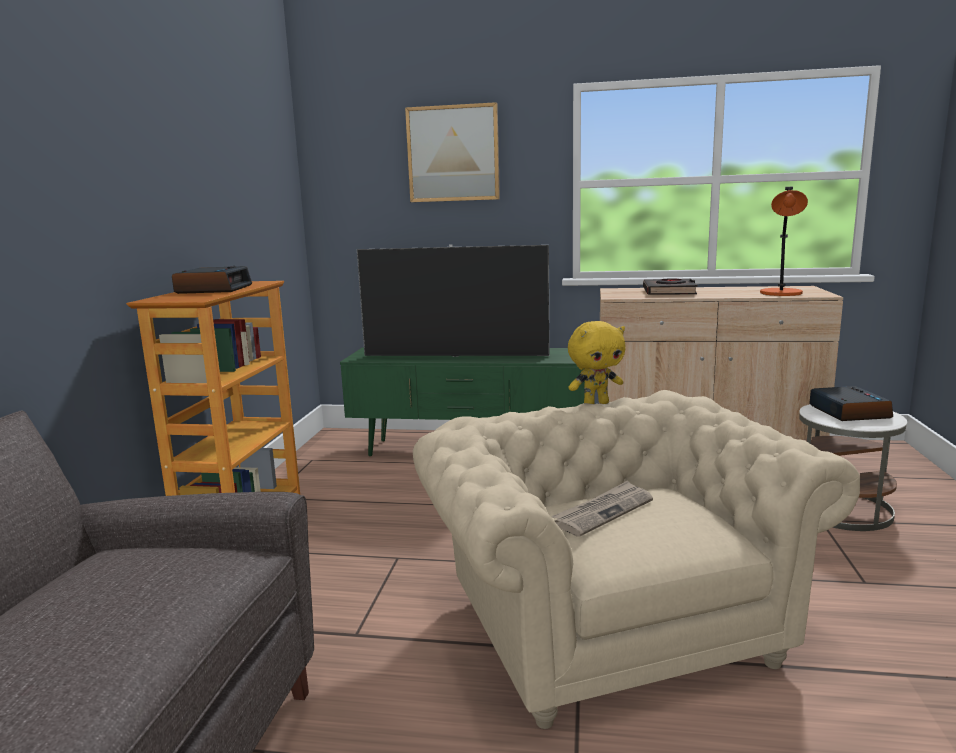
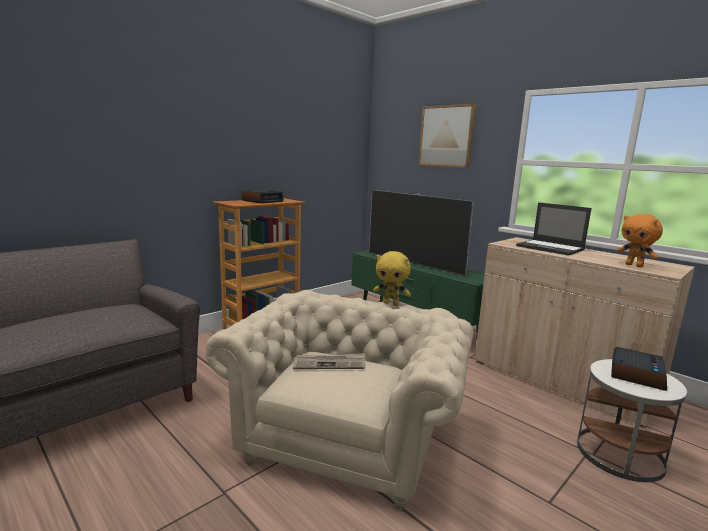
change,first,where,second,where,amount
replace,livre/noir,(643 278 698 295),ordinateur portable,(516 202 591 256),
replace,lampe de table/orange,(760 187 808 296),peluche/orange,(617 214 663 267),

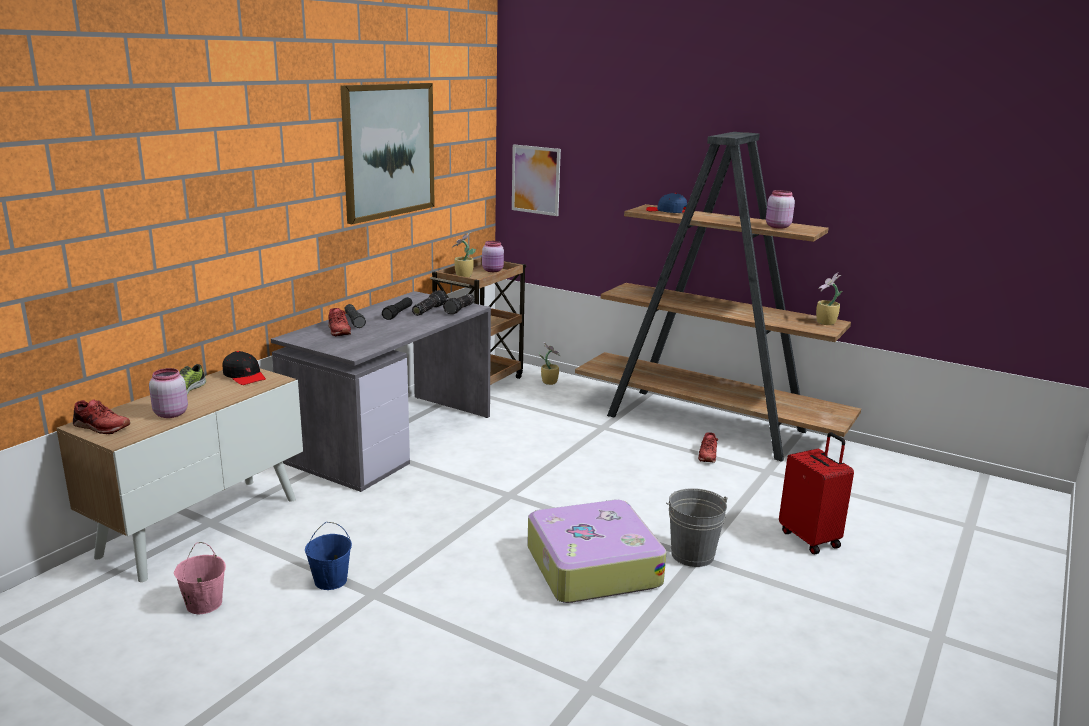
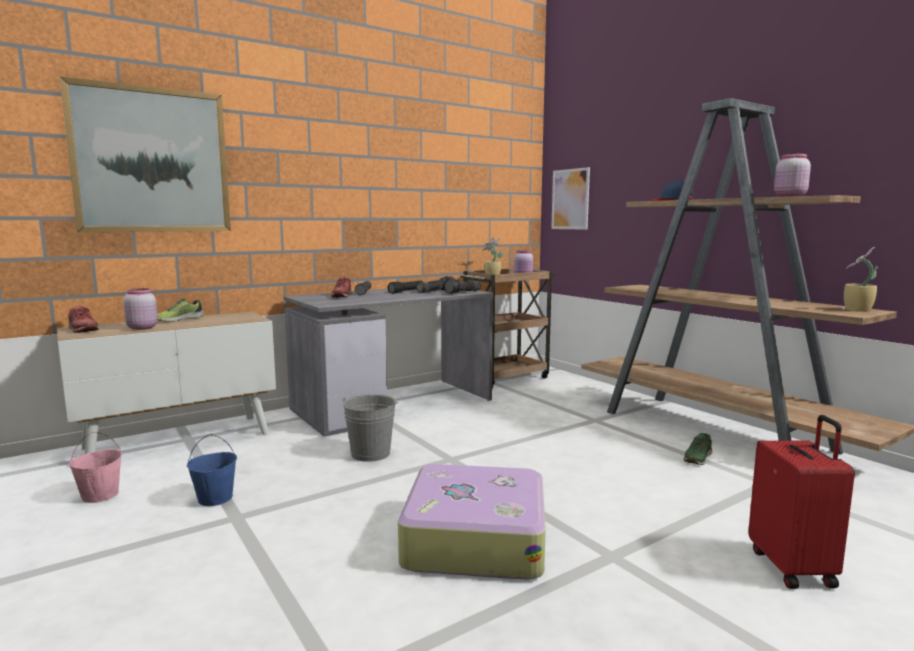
change,first,where,second,where,amount
delete,casquette/noir,(223 351 266 385),,,
delete,plante en pot,(539 342 561 385),,,
move,tableau,(340 83 435 224),,(60 76 231 232),
move,seau/gris,(666 488 728 567),,(343 394 399 462),
recolor,chaussure/rouge,(698 433 718 463),chaussure/vert,(684 433 712 465),

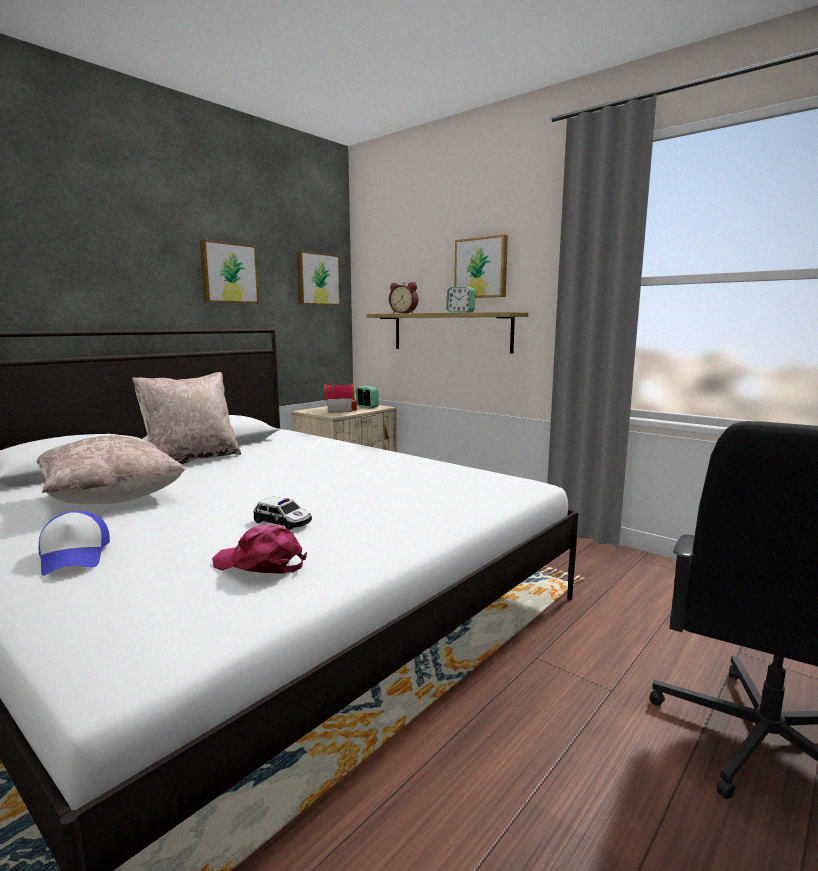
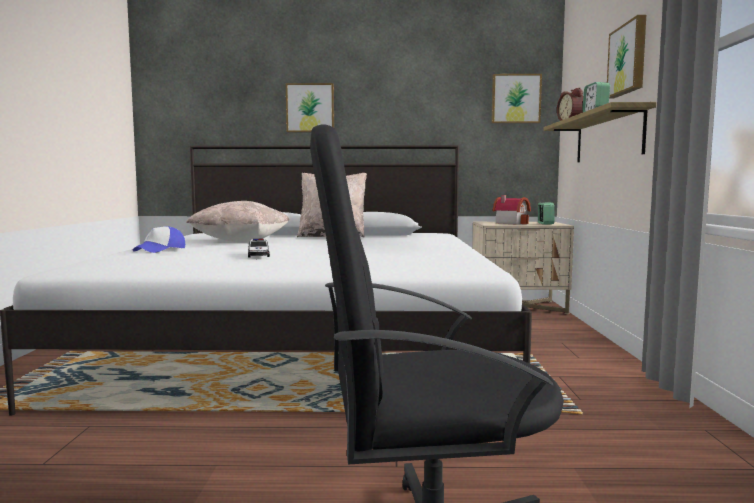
change,first,where,second,where,amount
delete,casquette/rose,(212 525 307 574),,,
move,tableau,(200 239 259 303),,(286 83 334 132),

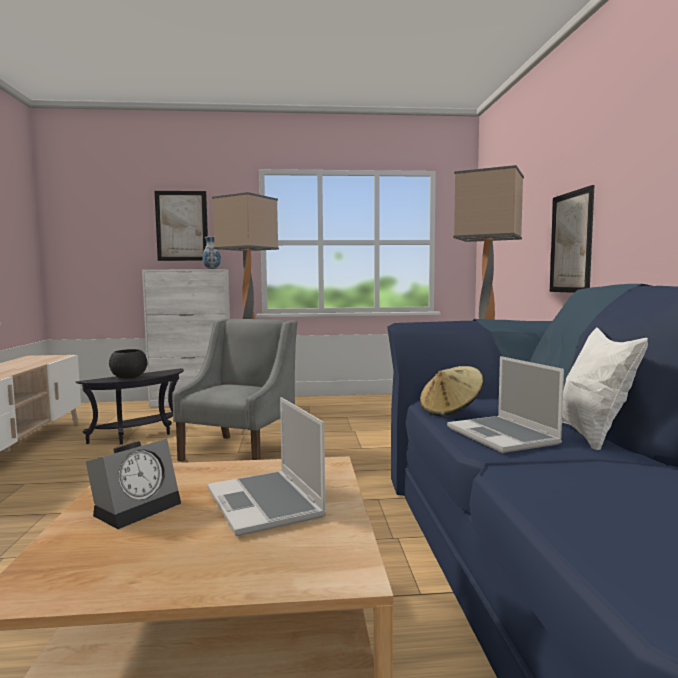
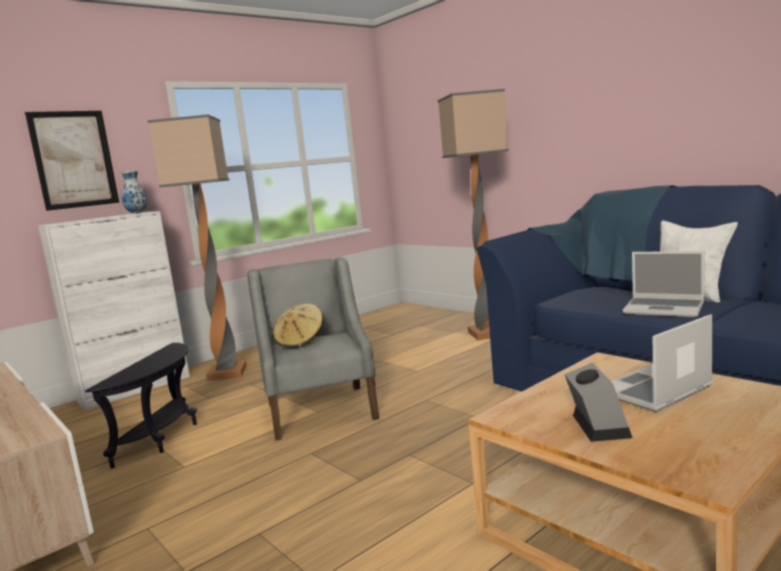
change,first,where,second,where,amount
delete,bol/noir,(109 349 147 379),,,
delete,tableau,(550 185 594 293),,,
move,chapeau/beige,(420 366 484 416),,(273 304 323 348),
rotate,ordinateur portable,(207 397 326 536),,(611 314 713 412),120 degrees clockwise

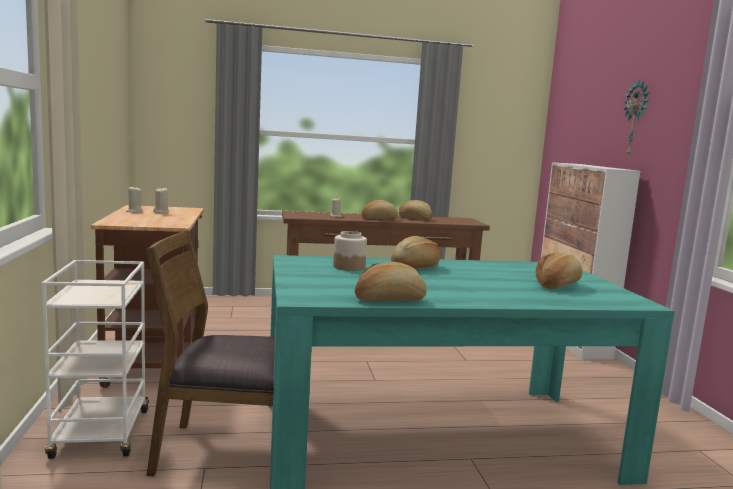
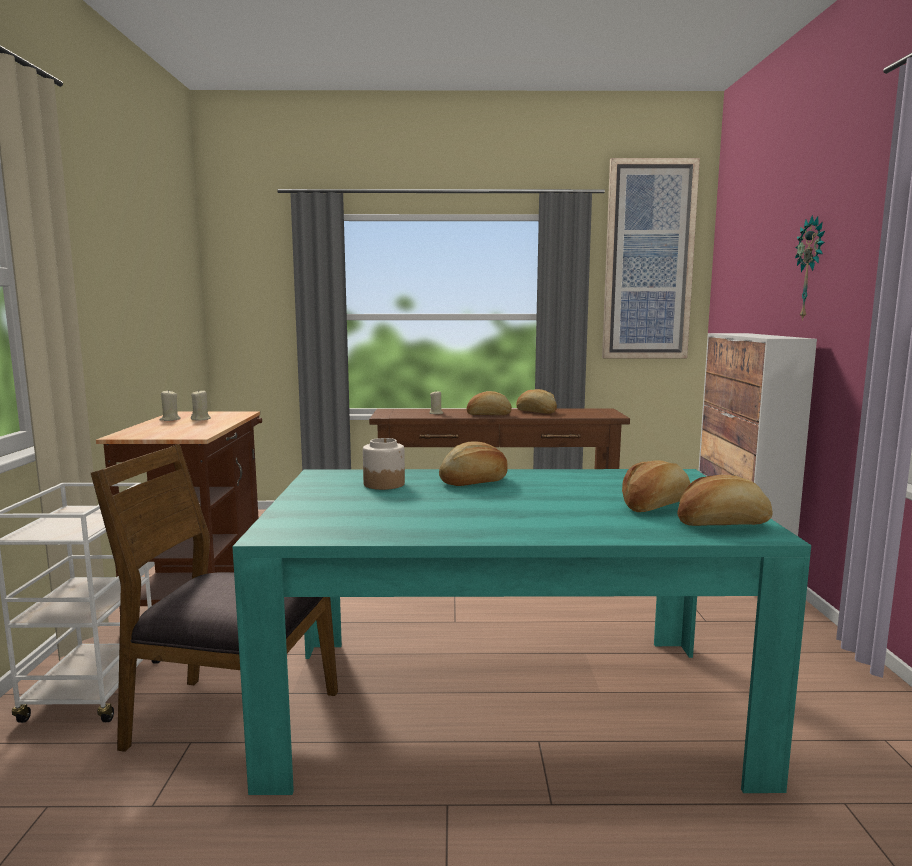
change,first,where,second,where,amount
insert,,,tableau,(602 158 700 358),
move,pain,(355 262 426 301),,(677 475 773 526),

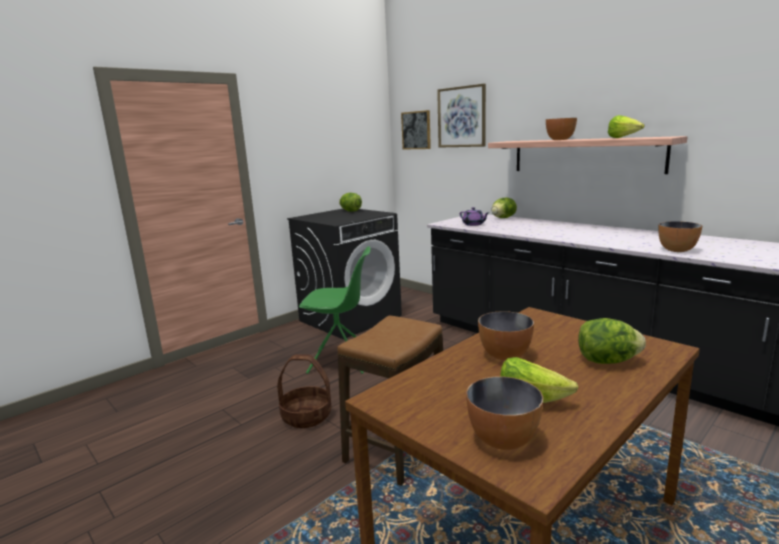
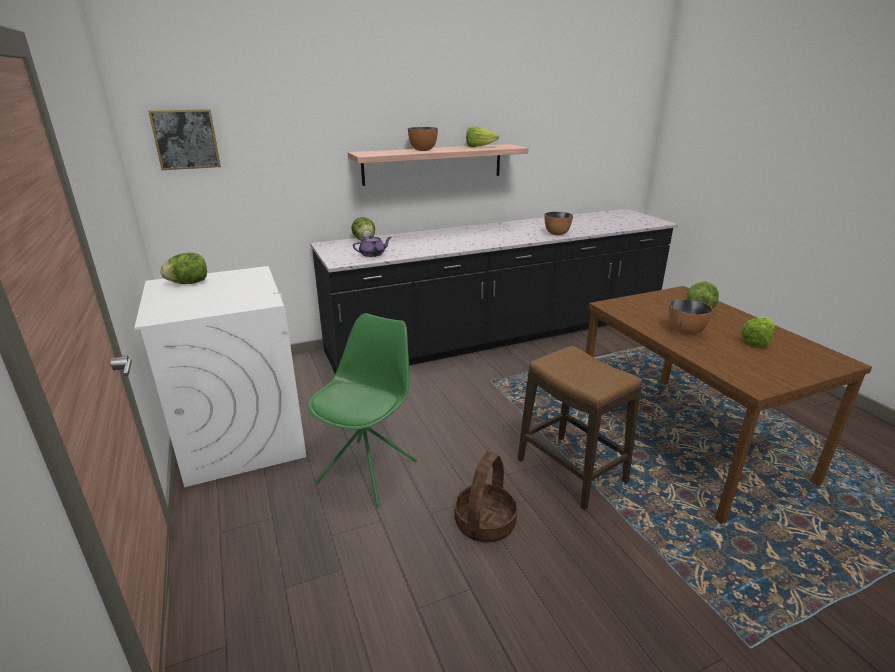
change,first,where,second,where,amount
delete,tableau,(437 84 486 148),,,
delete,bol,(466 377 543 450),,,
recolor,lave-linge/noir,(287 209 402 339),lave-linge/blanc,(134 266 306 487),

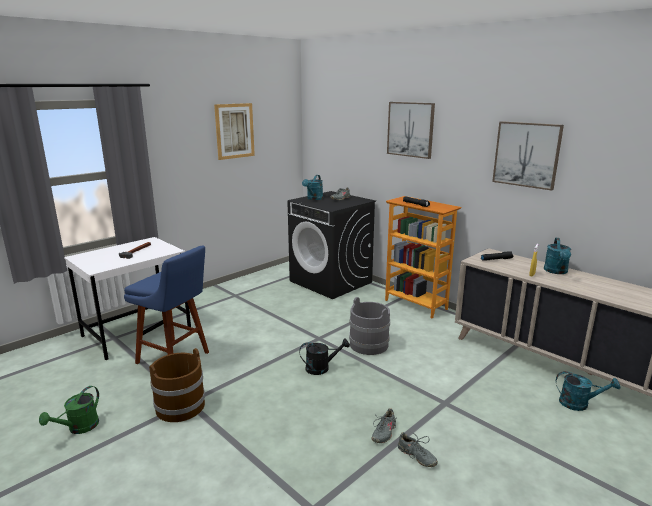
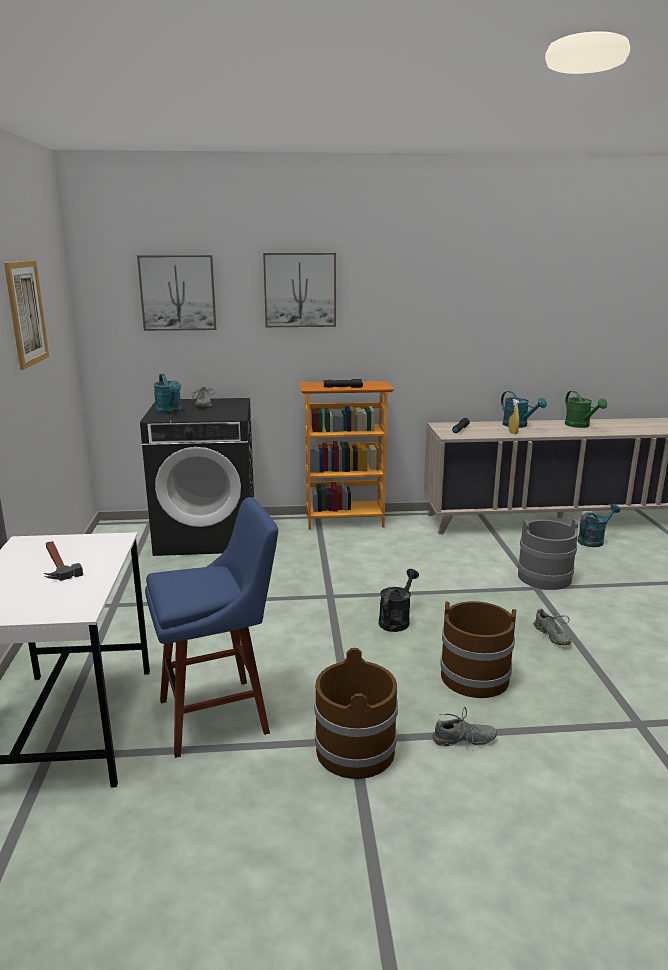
change,first,where,second,where,amount
insert,,,seau/marron,(440 601 516 698),
move,arrosoir/vert,(39 386 99 434),,(565 391 607 428),
move,seau/gris,(349 297 390 355),,(518 519 578 590),
move,chaussure/gris,(398 431 438 467),,(432 707 497 746),
move,tableau,(492 121 564 191),,(137 255 216 331),

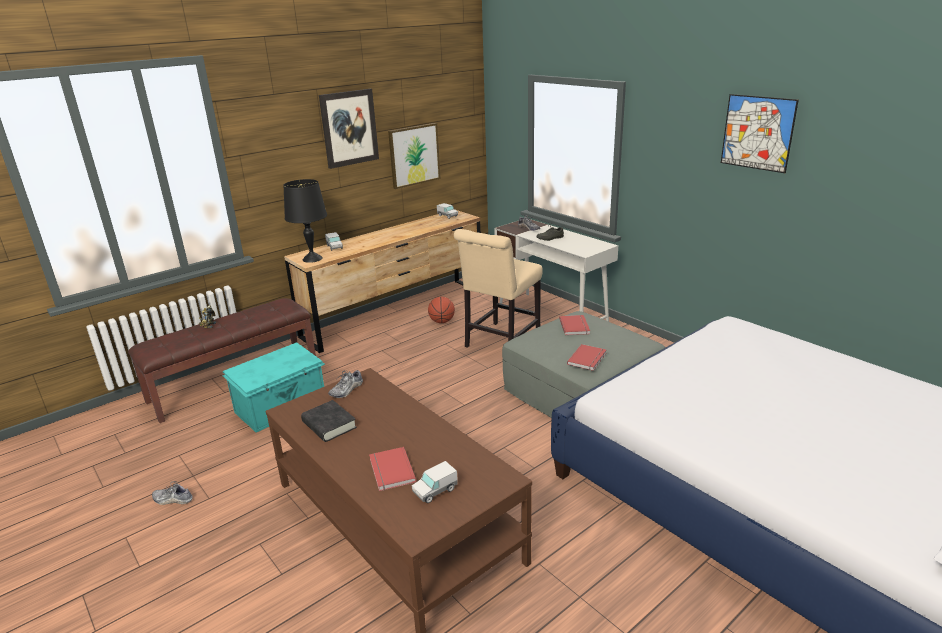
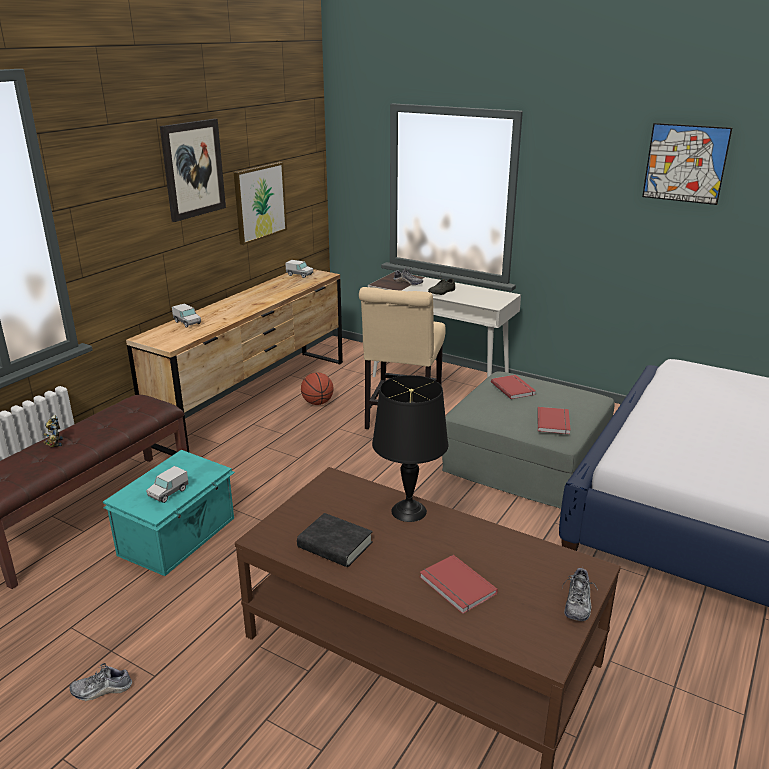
change,first,where,second,where,amount
move,lampe de table/noir,(283 179 327 263),,(372 375 448 522),
move,chaussure,(328 369 363 398),,(562 565 598 621),
move,camion jouet,(412 461 458 503),,(146 466 188 503),

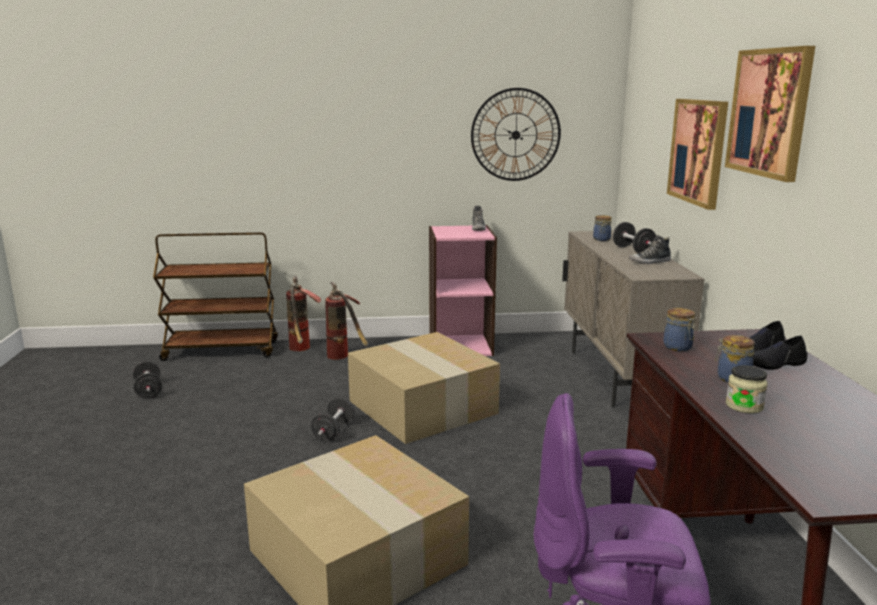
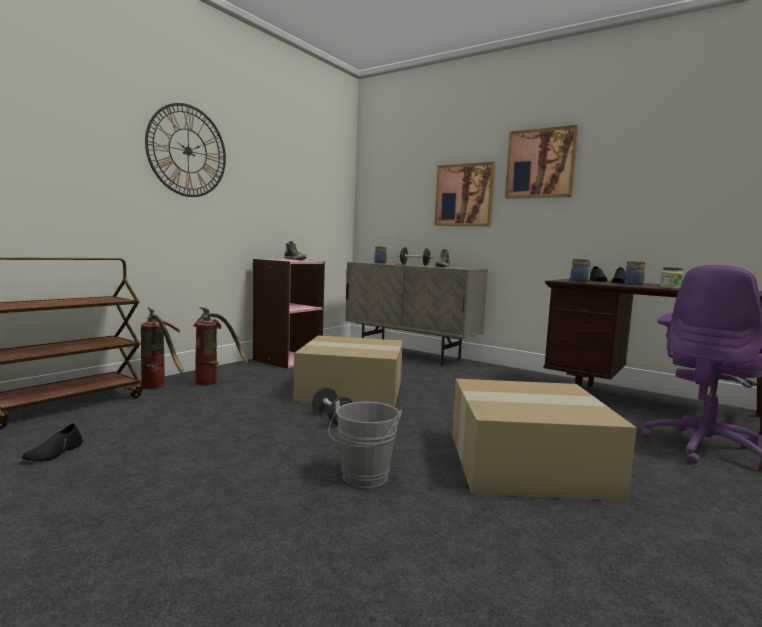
change,first,where,second,where,amount
insert,,,seau/gris,(329 400 402 488),
move,horloge murale,(471 88 561 181),,(145 103 226 197),
replace,haltère/noir,(133 361 162 399),chaussure/noir,(22 423 82 461),

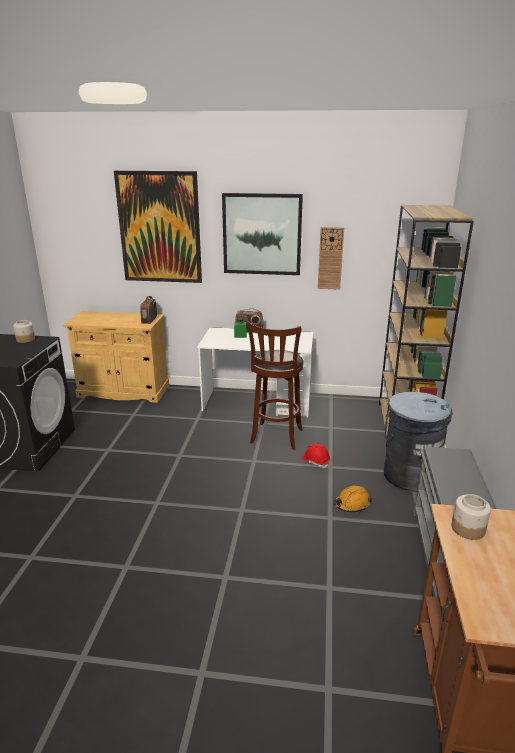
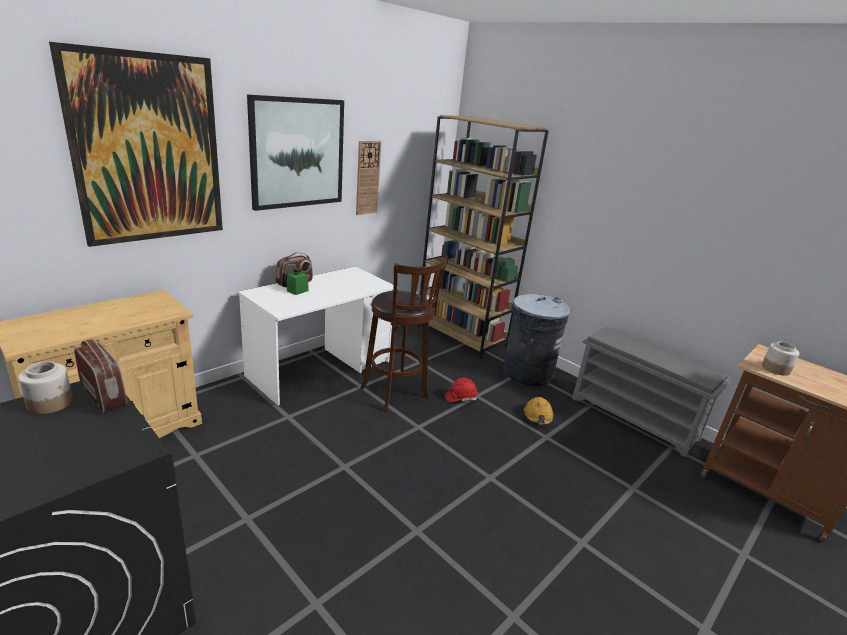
change,first,where,second,where,amount
move,radio,(140 296 157 324),,(74 339 127 413),

